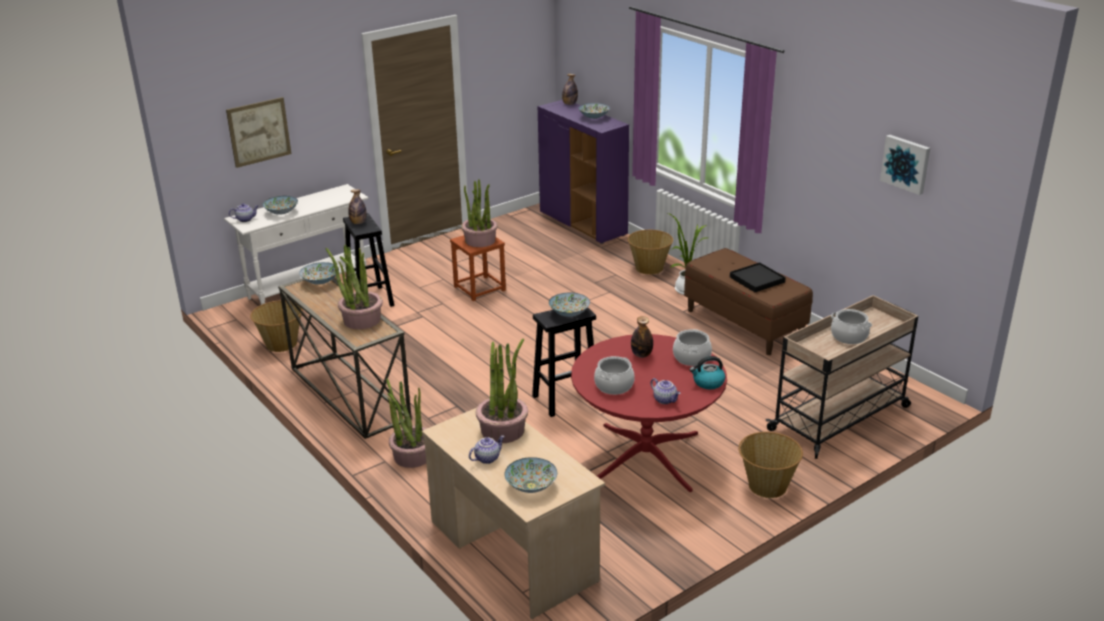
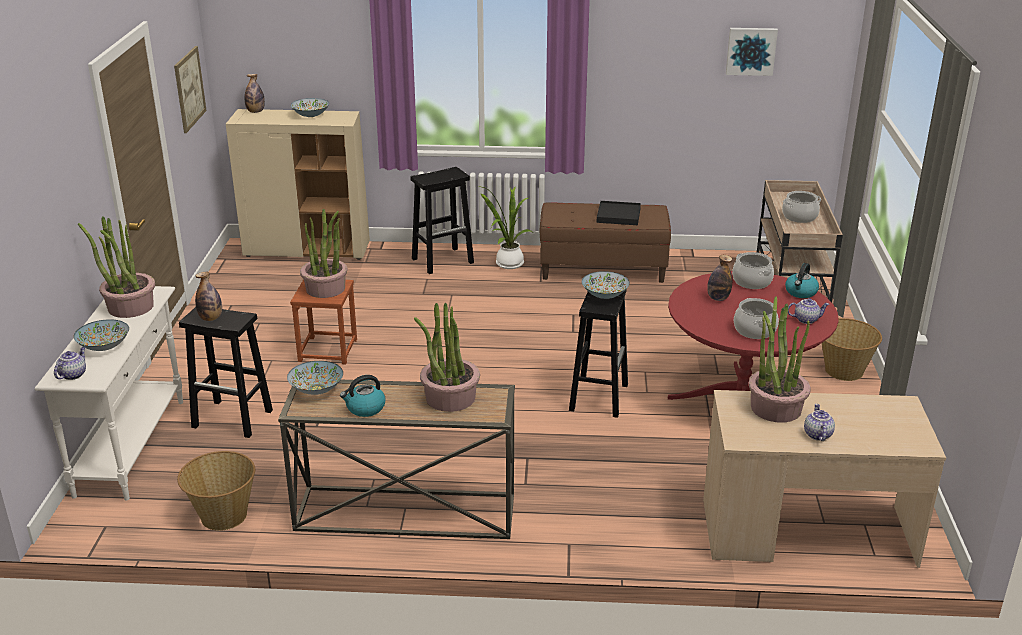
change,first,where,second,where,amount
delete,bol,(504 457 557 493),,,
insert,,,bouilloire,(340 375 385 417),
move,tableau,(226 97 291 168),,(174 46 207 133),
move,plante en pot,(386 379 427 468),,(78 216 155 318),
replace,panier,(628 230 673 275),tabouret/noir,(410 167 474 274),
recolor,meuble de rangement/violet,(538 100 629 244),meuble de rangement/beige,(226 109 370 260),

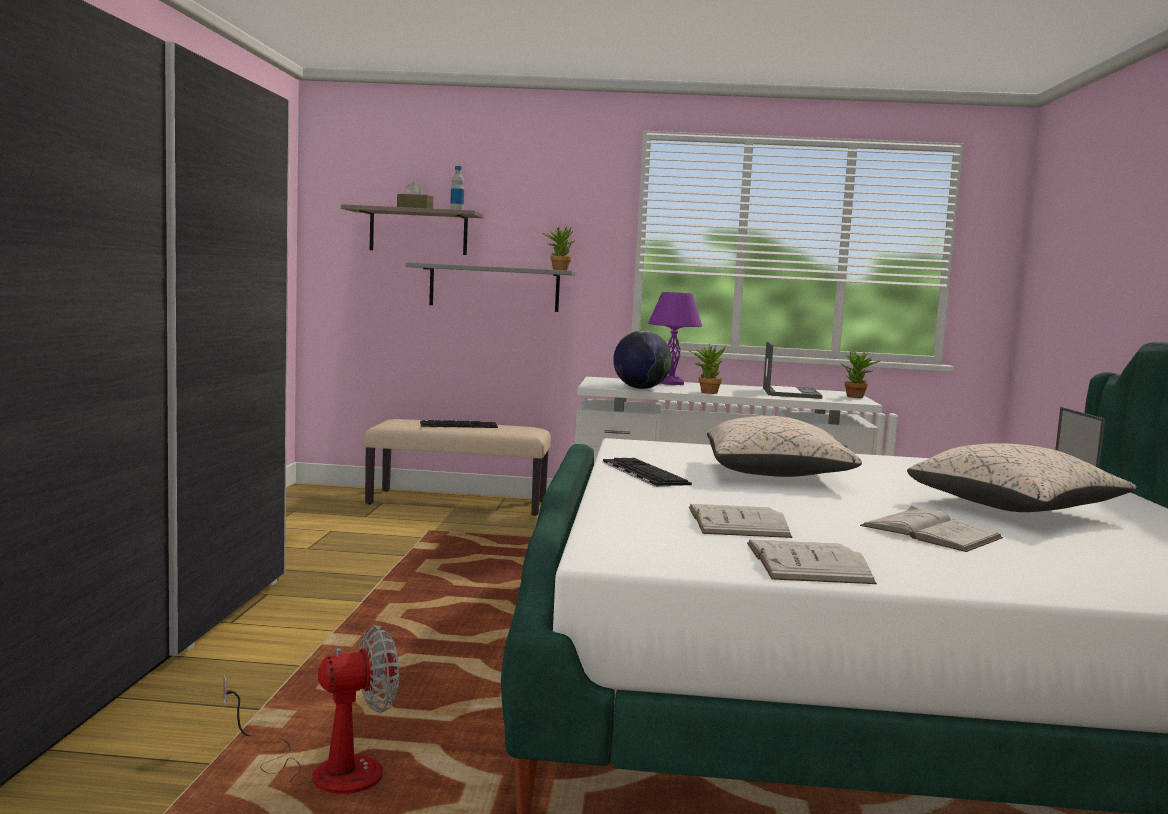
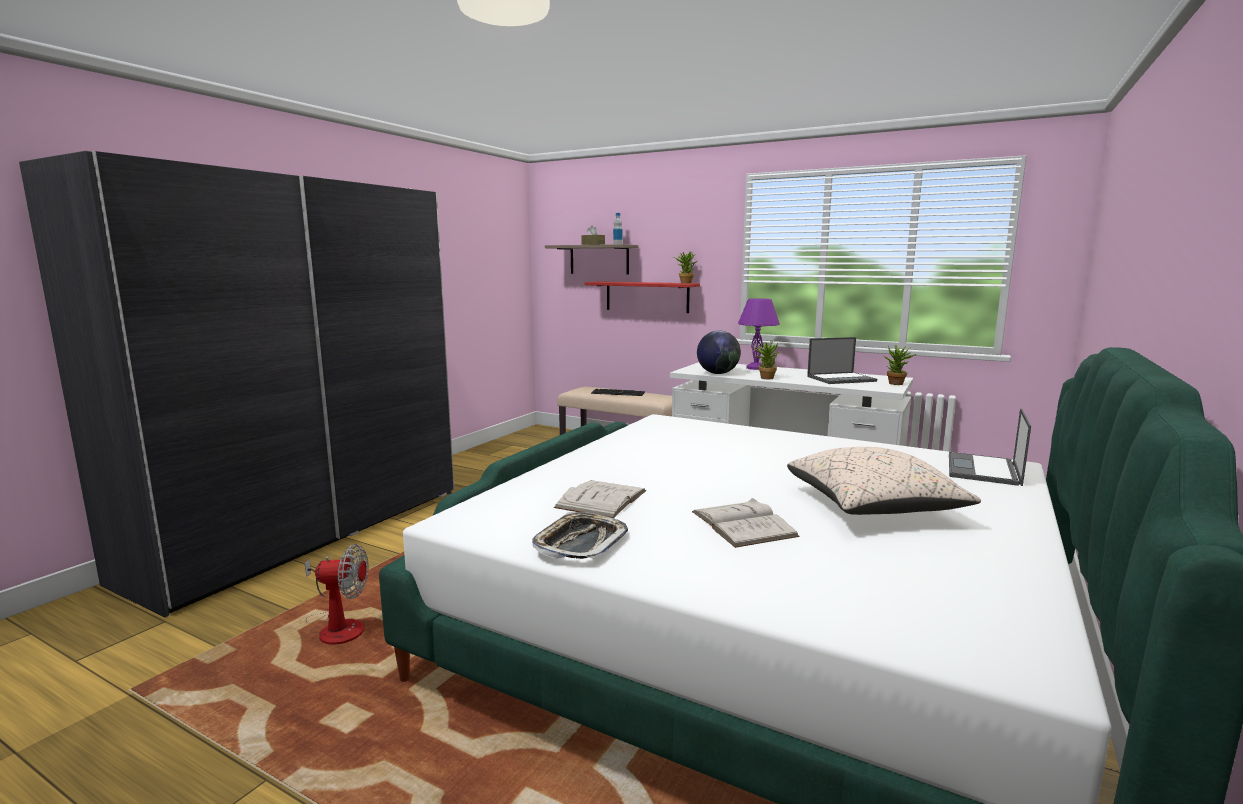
change,first,where,second,where,amount
delete,clavier,(603 458 692 487),,,
delete,coussin/beige,(707 416 862 477),,,
replace,livre/blanc,(747 540 877 584),plateau,(532 512 628 559),
recolor,étagère/gris,(406 262 576 312),étagère/rouge,(584 281 700 313),
rotate,ordinateur portable,(763 341 822 399),,(807 337 877 384),45 degrees clockwise

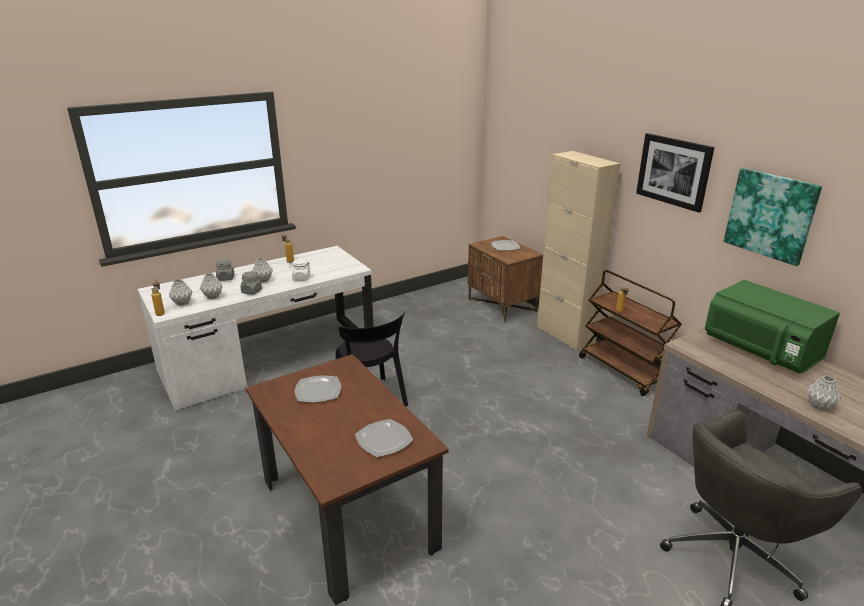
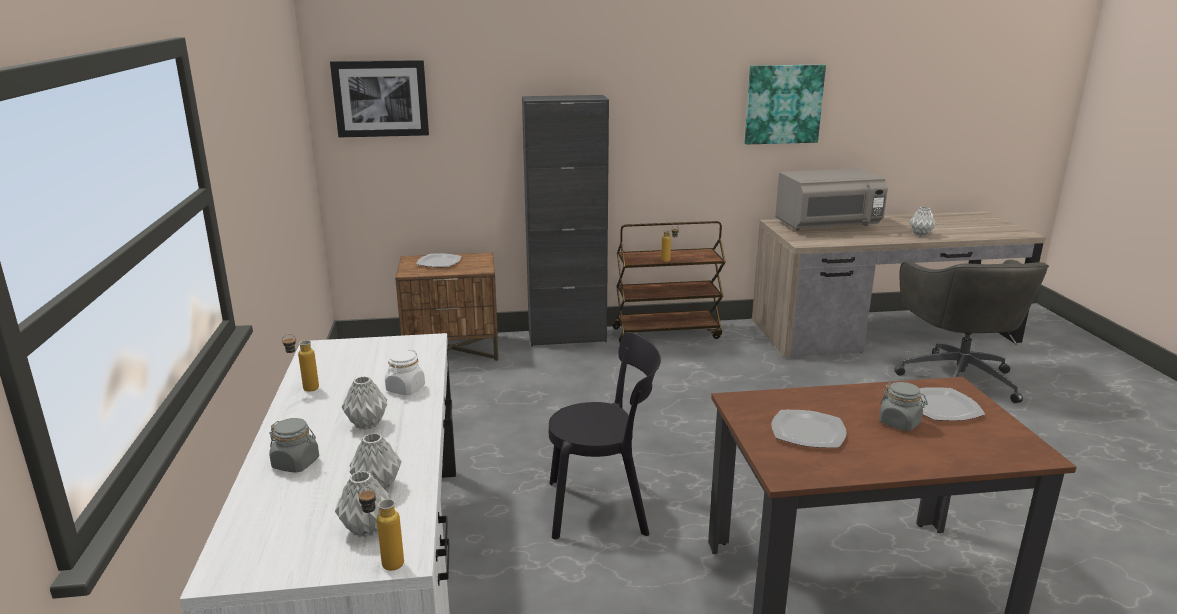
change,first,where,second,where,amount
move,bocal/gris,(240 271 262 295),,(879 382 928 431),
move,tableau,(636 133 714 213),,(330 60 429 138),
recolor,meuble de rangement/beige,(537 151 620 351),meuble de rangement/noir,(522 95 609 347),
recolor,micro-ondes/vert,(705 280 840 374),micro-ondes/gris,(775 168 888 230),

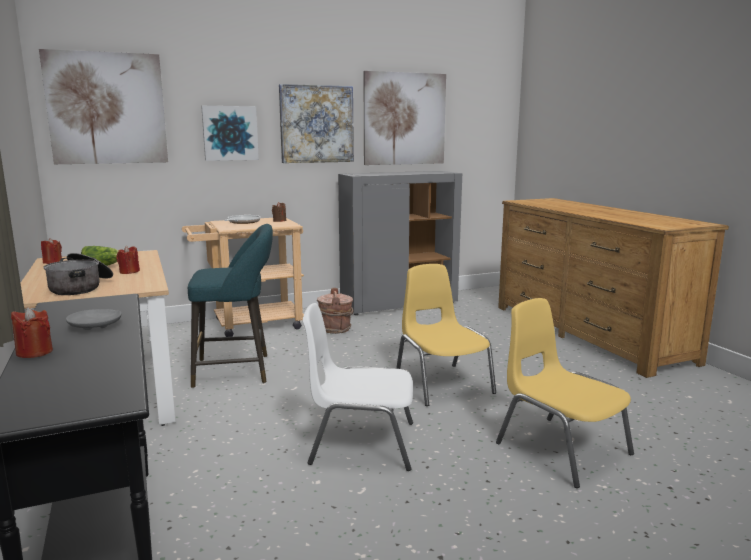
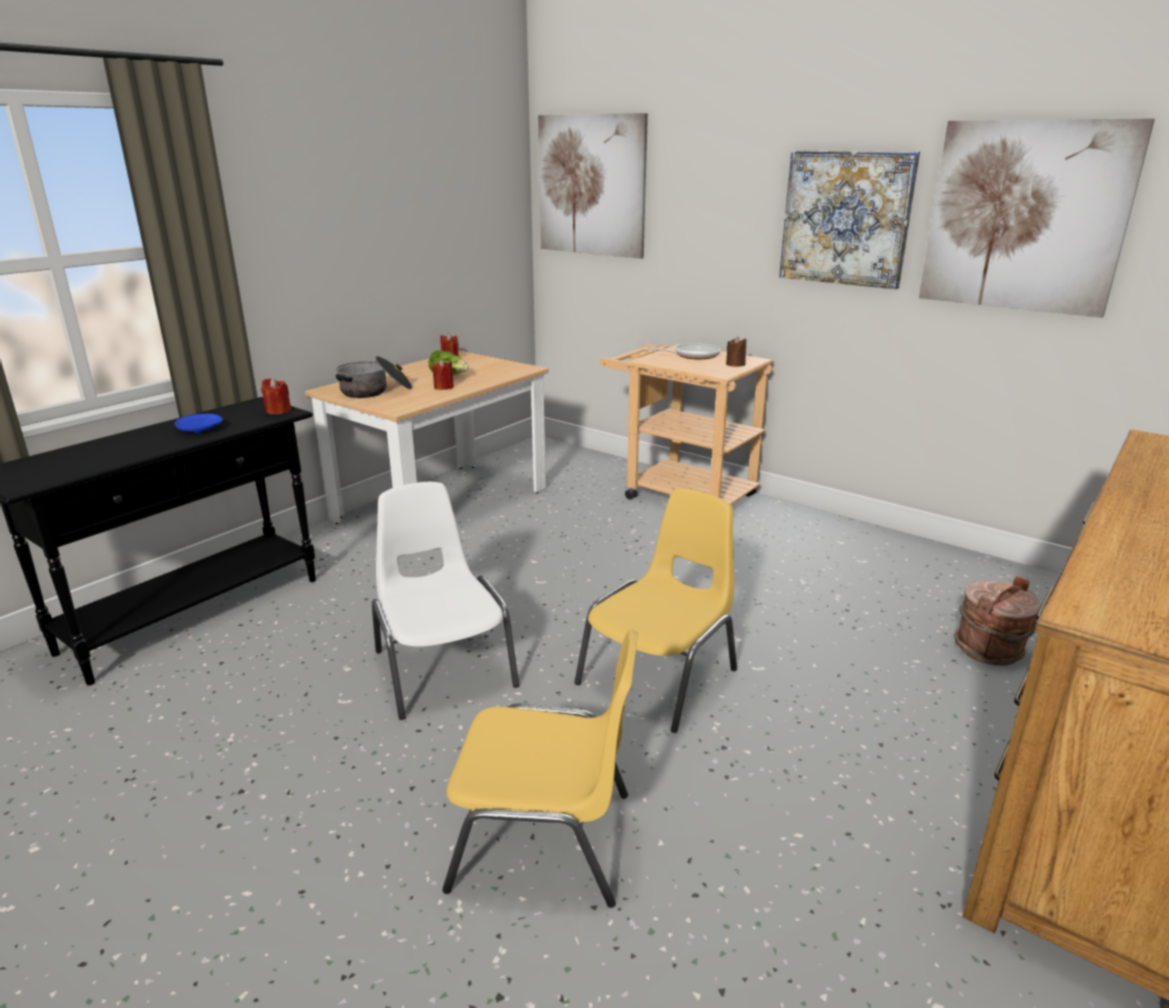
change,first,where,second,where,amount
delete,tabouret/turquoise,(188 224 273 388),,,
delete,tableau,(201 106 259 161),,,
delete,meuble de rangement/gris,(338 171 462 315),,,
move,bougie/rouge,(11 307 53 358),,(261 378 291 415),
move,seau/marron,(317 288 354 334),,(955 575 1041 665),
recolor,assiette/gris,(66 309 122 330),assiette/bleu,(174 414 223 433),
rotate,chaise/jaune,(496 298 634 488),,(442 629 638 908),75 degrees clockwise

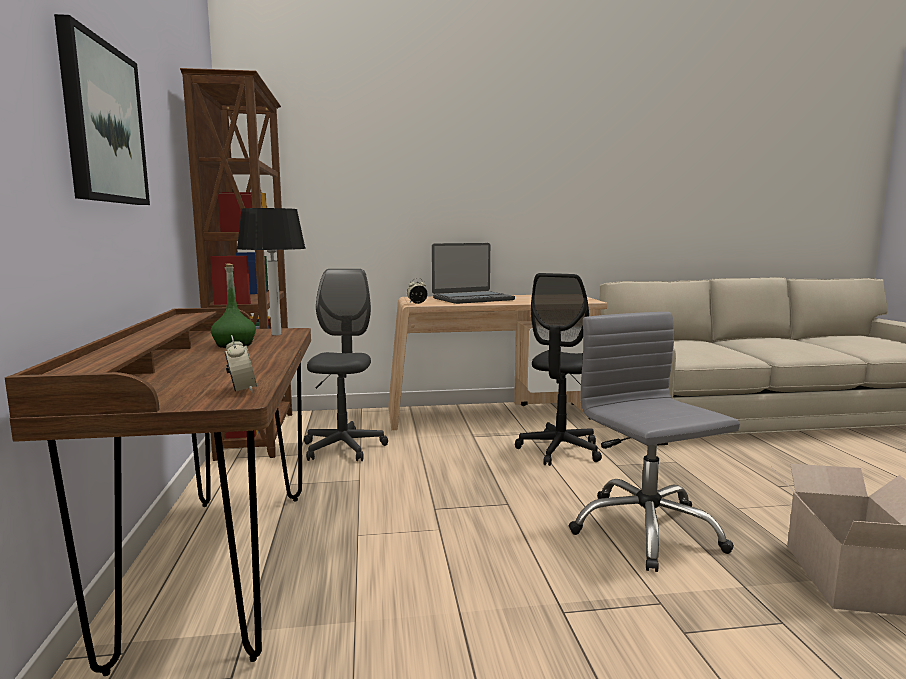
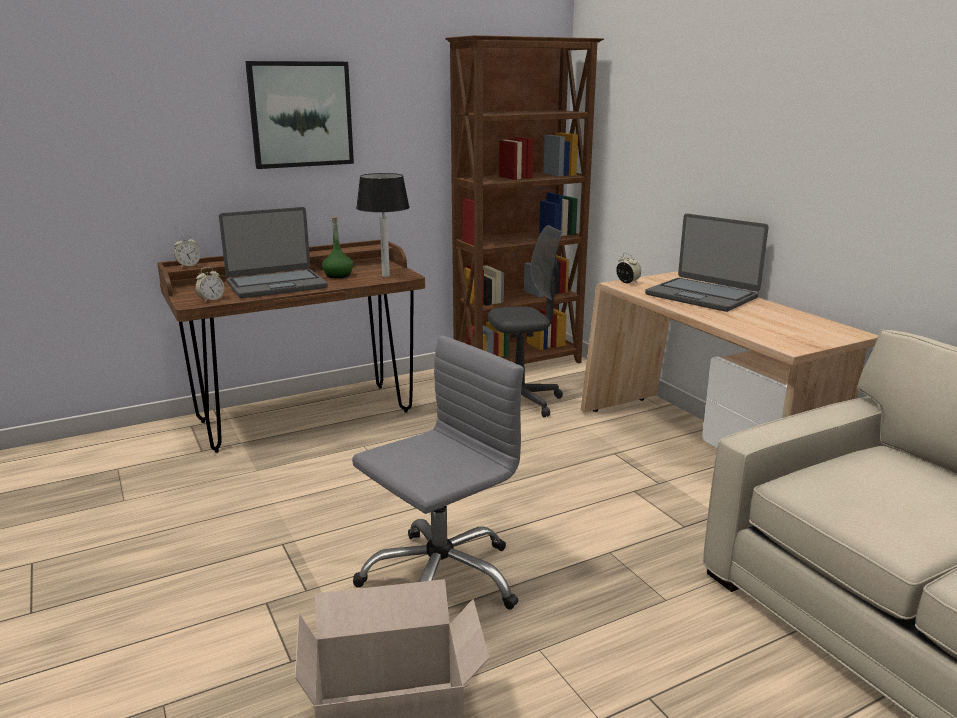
change,first,where,second,where,amount
delete,chaise de bureau/noir,(515 273 602 466),,,
insert,,,réveil,(174 235 200 268),
insert,,,ordinateur portable,(219 207 328 298),

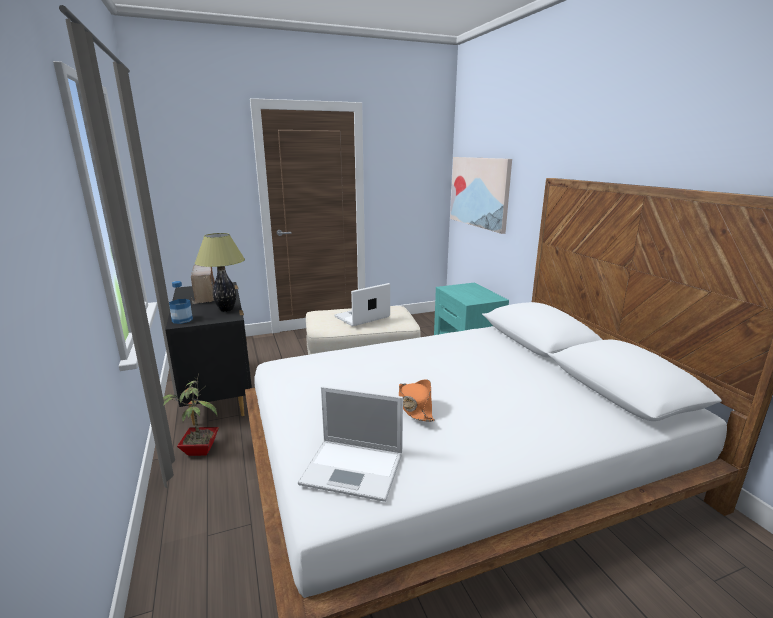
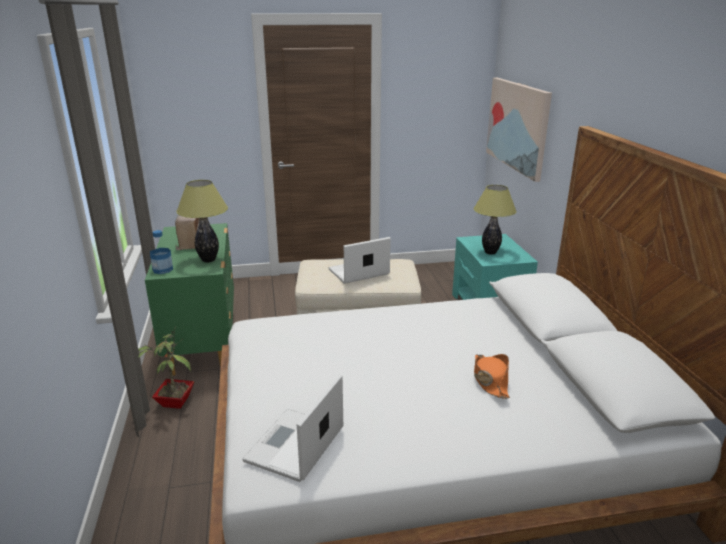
change,first,where,second,where,amount
insert,,,lampe de table,(474 185 517 255),
move,chapeau/orange,(399 379 435 422),,(474 354 510 399),
recolor,commode/noir,(165 282 252 426),commode/vert,(145 223 234 376),
rotate,ordinateur portable,(298 386 403 502),,(242 374 343 482),90 degrees clockwise

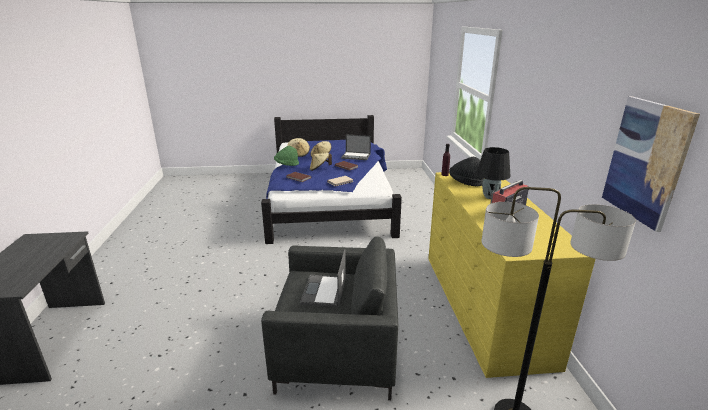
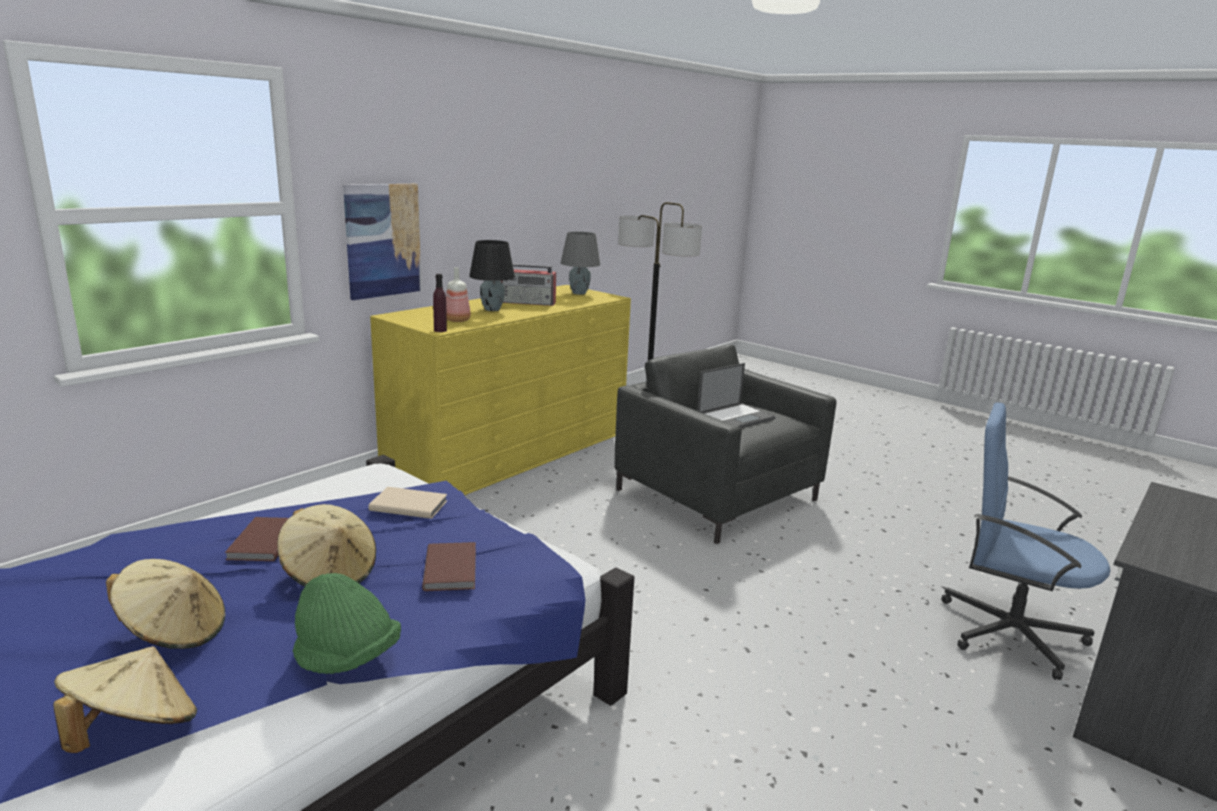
change,first,where,second,where,amount
delete,ordinateur portable,(341 134 371 160),,,
insert,,,lampe de table/gris,(561 232 600 295),
insert,,,chaise de bureau/bleu,(941 402 1111 680),
move,tableau,(602 96 700 232),,(343 184 422 300),
replace,chapeau/noir,(449 157 484 187),bouteille,(446 267 471 322),

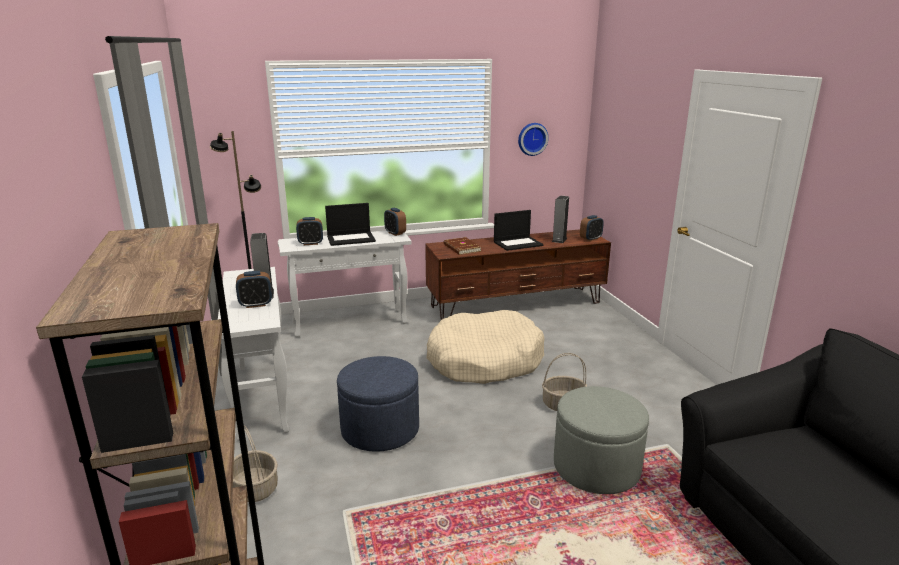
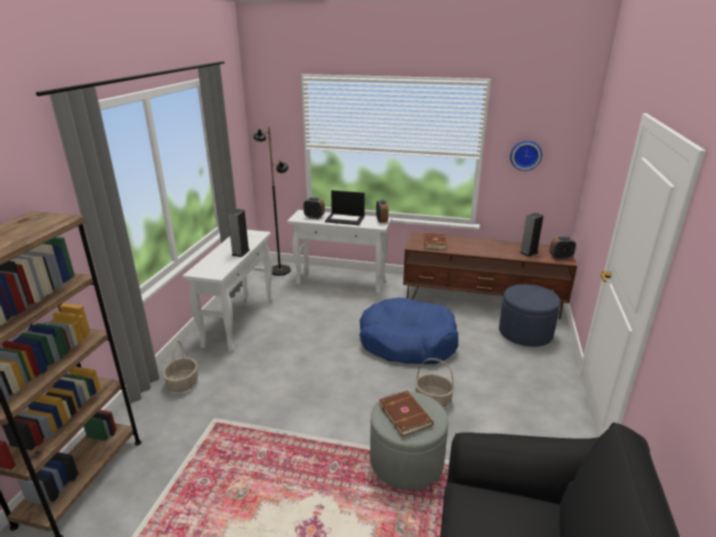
change,first,where,second,where,amount
delete,réveil,(236 271 272 308),,,
delete,ordinateur portable,(494 210 544 251),,,
insert,,,livre/marron,(379 390 434 437),
move,pouf/bleu,(337 356 419 452),,(499 284 561 347),
recolor,panier pour chien/beige,(426 310 545 384),panier pour chien/bleu,(360 298 458 364),

